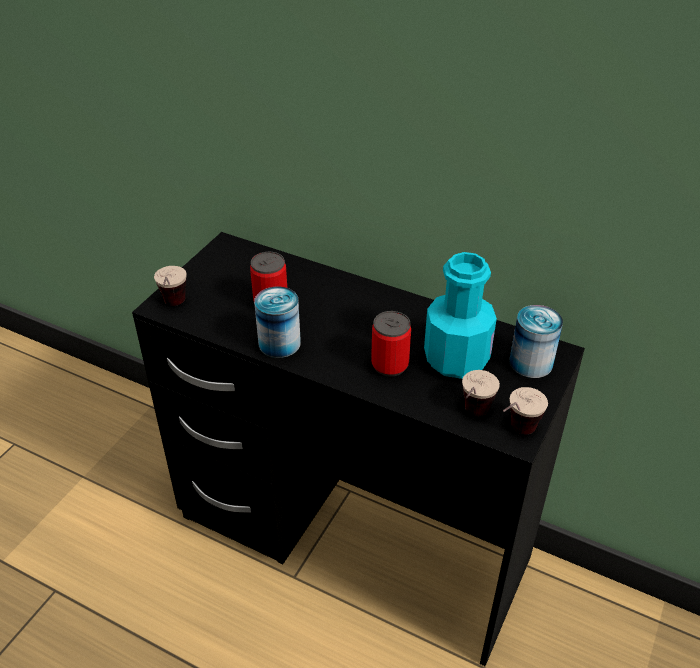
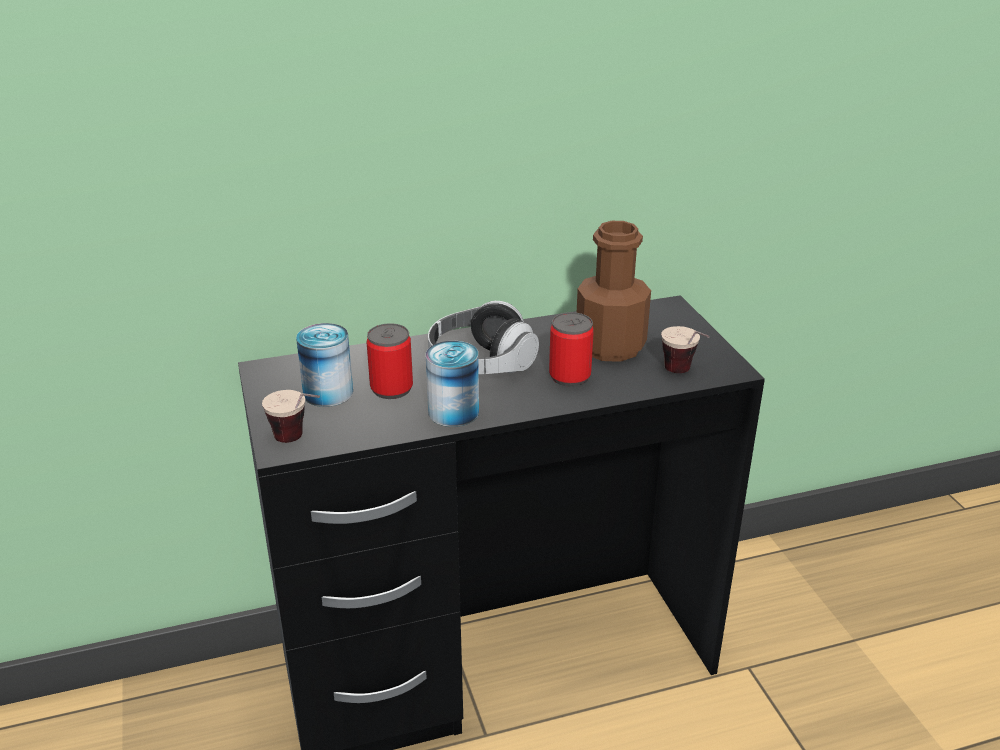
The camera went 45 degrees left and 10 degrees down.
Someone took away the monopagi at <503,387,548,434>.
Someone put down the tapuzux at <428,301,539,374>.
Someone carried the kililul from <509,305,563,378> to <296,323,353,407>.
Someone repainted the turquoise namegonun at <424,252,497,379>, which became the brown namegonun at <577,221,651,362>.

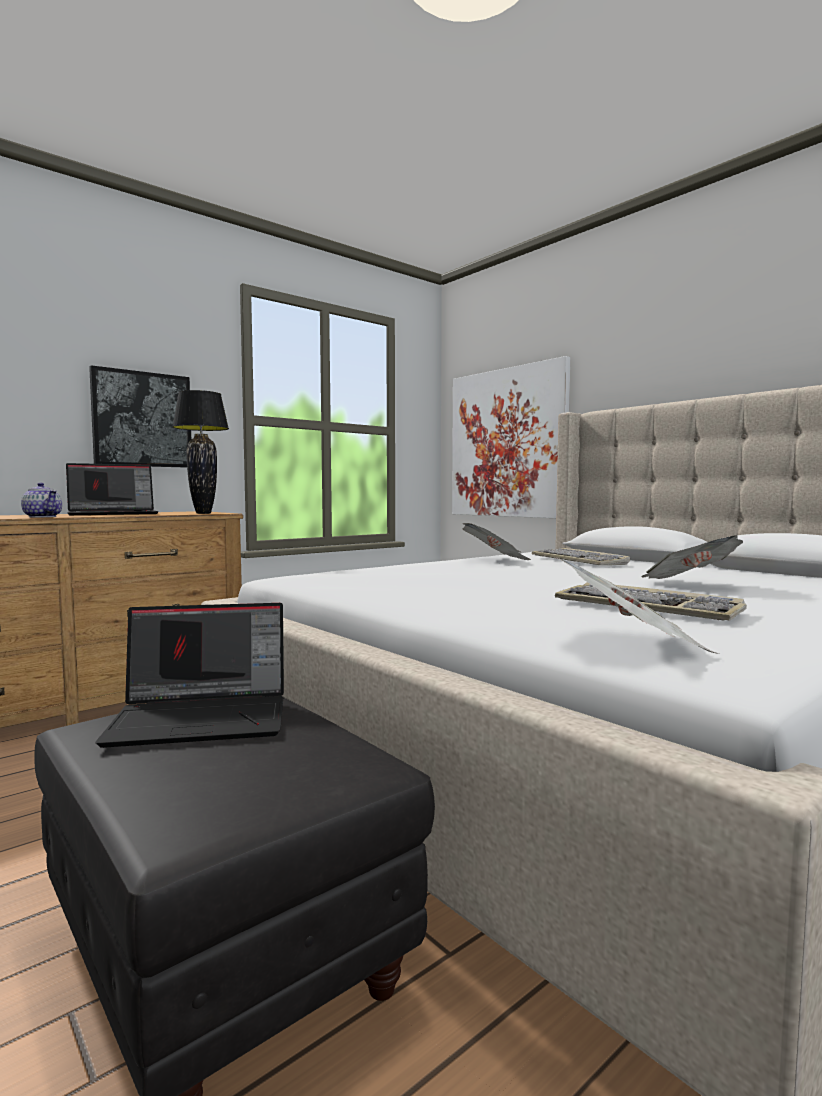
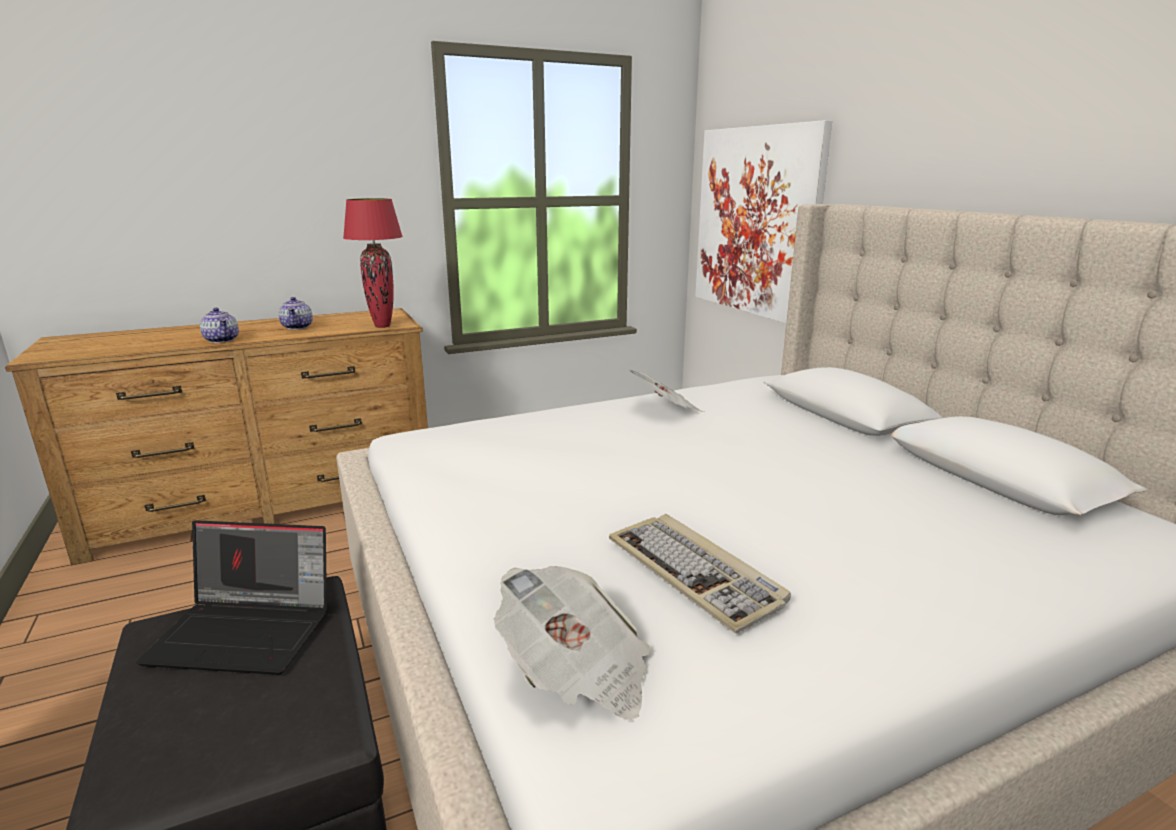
The camera went 15 degrees right and 15 degrees up.
Someone took away the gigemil at <89,365,191,468>.
Someone took away the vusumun at <532,548,630,565>.
Someone took away the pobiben at <641,535,743,579>.
Someone swapped the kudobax at <66,463,158,515> for the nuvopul at <279,297,313,330>.
Someone repainted the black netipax at <172,390,229,514>, which became the red netipax at <343,198,403,328>.

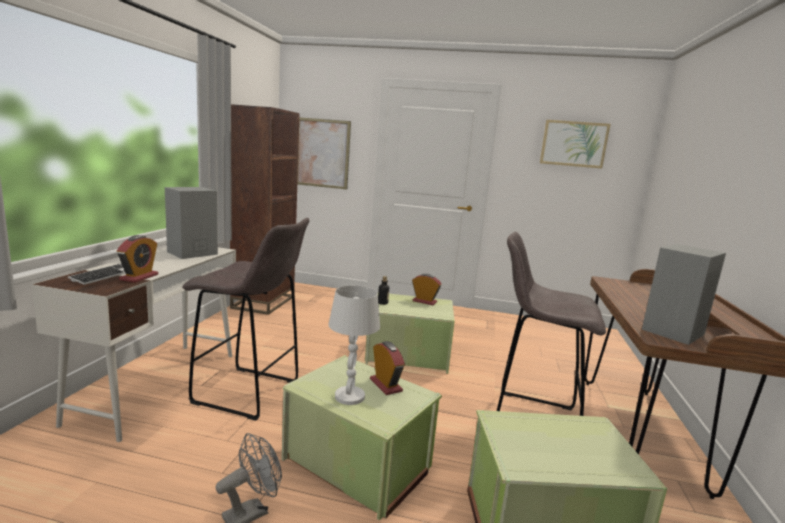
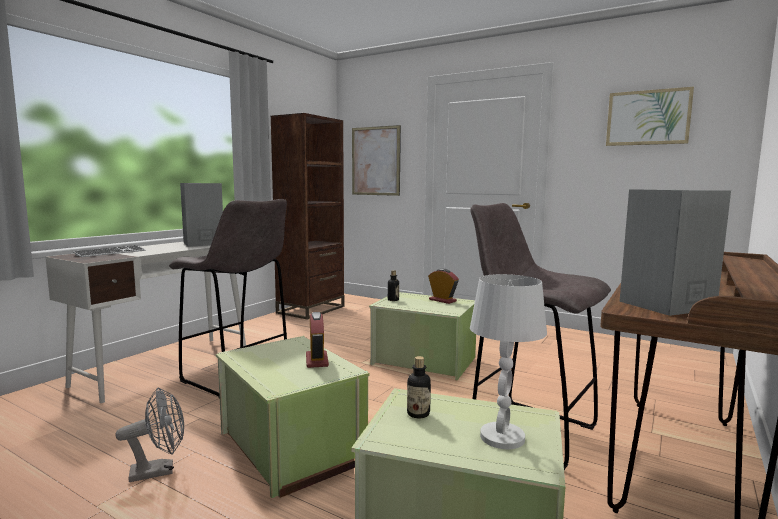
The camera went 20 degrees right and 5 degrees down.
Someone took away the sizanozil at <117,235,158,283>.
Someone put down the namegonun at <407,356,431,418>.
Someone carried the white netipax from <329,286,380,405> to <470,274,547,449>.

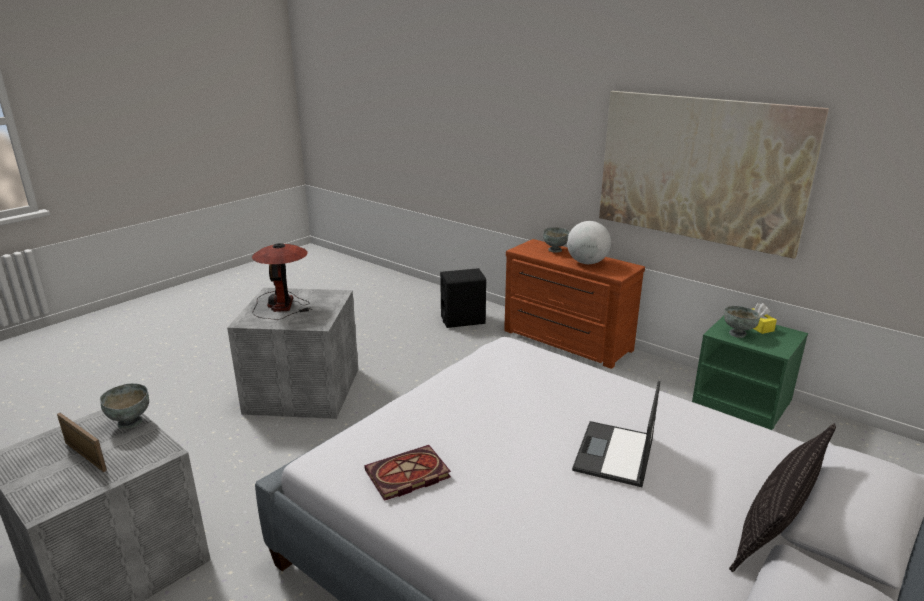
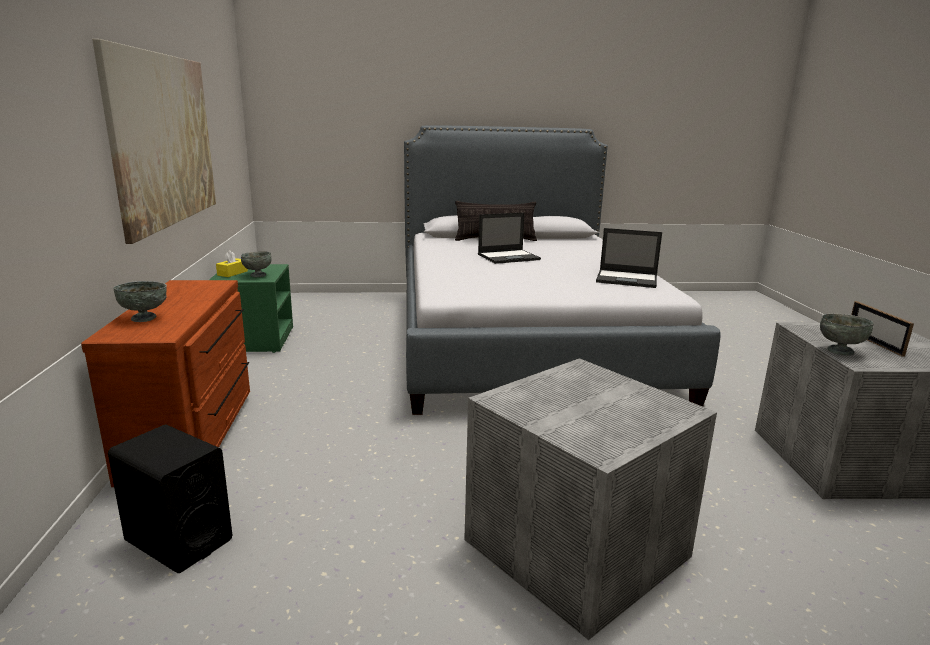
The camera went 135 degrees left and 5 degrees down.
Someone took away the netipax at <252,243,312,320>.
Someone took away the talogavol at <567,221,611,264>.
Someone swapped the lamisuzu at <365,445,451,501> for the kudobax at <596,228,662,288>.

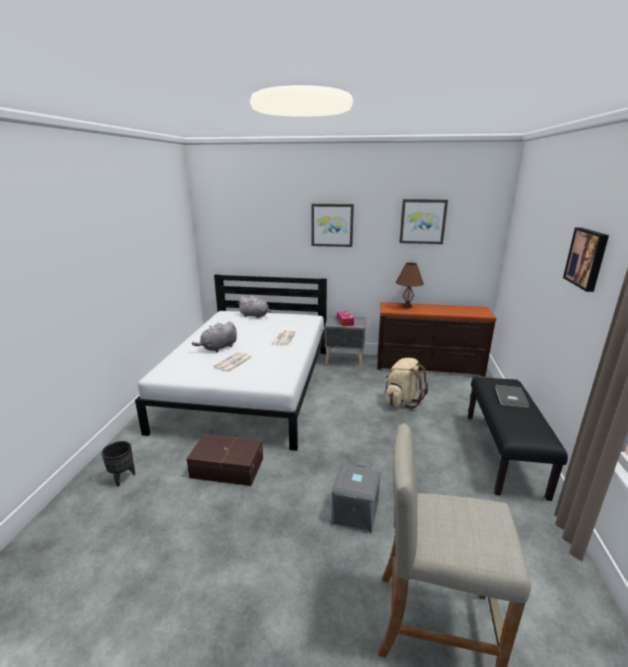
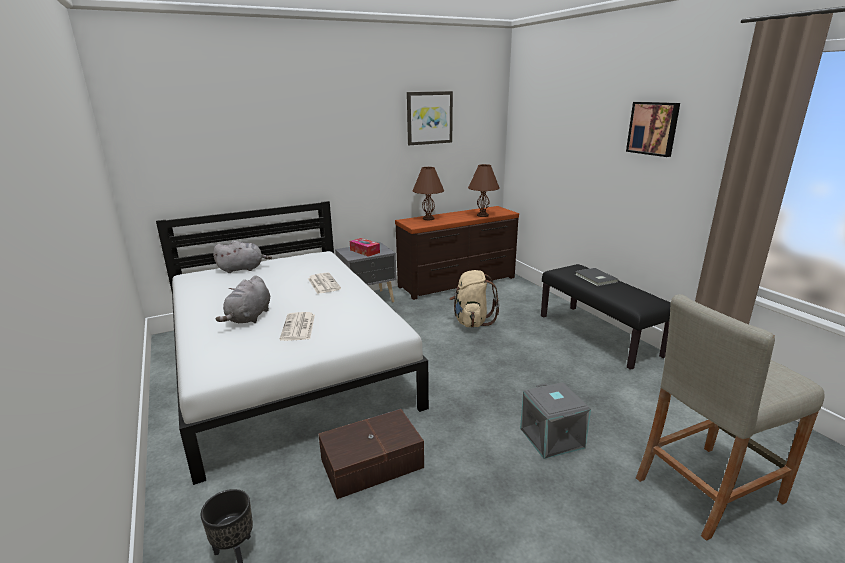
The camera went 35 degrees left and 0 degrees up.
Someone took away the gigemil at <311,204,354,247>.
Someone put down the brown netipax at <468,164,500,217>.

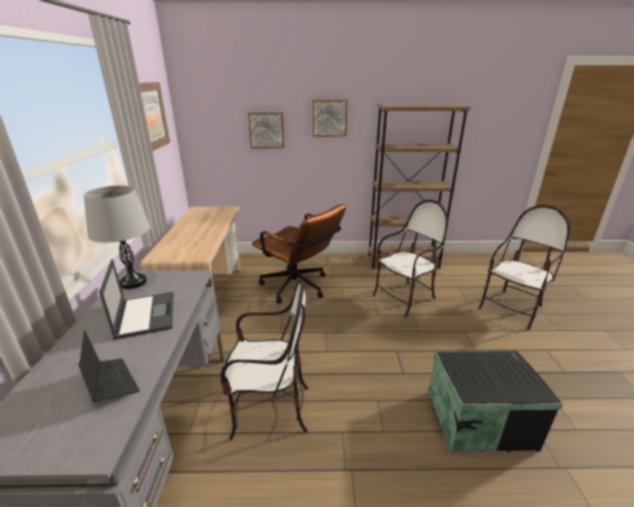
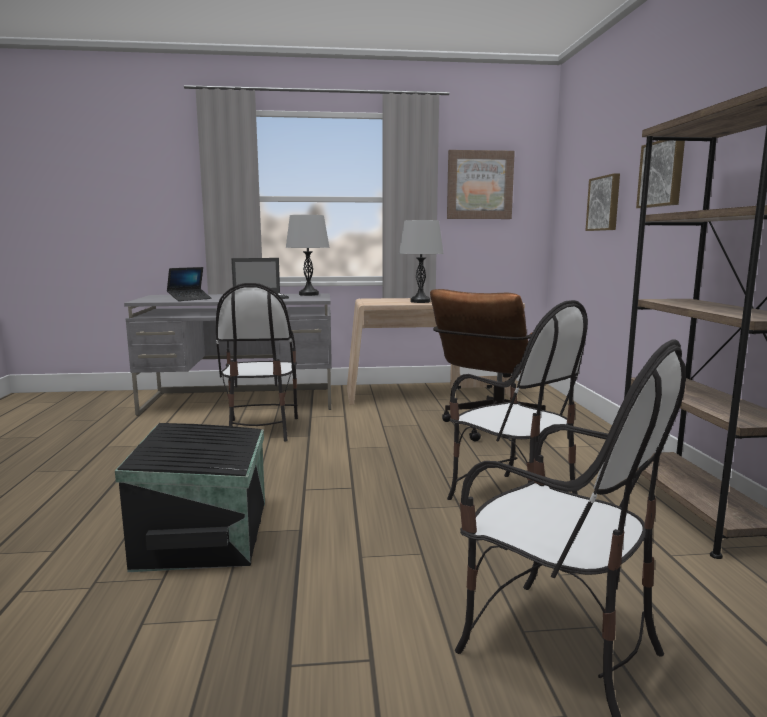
The camera went 85 degrees right and 15 degrees down.
Someone put down the grey netipax at <399,220,444,303>.

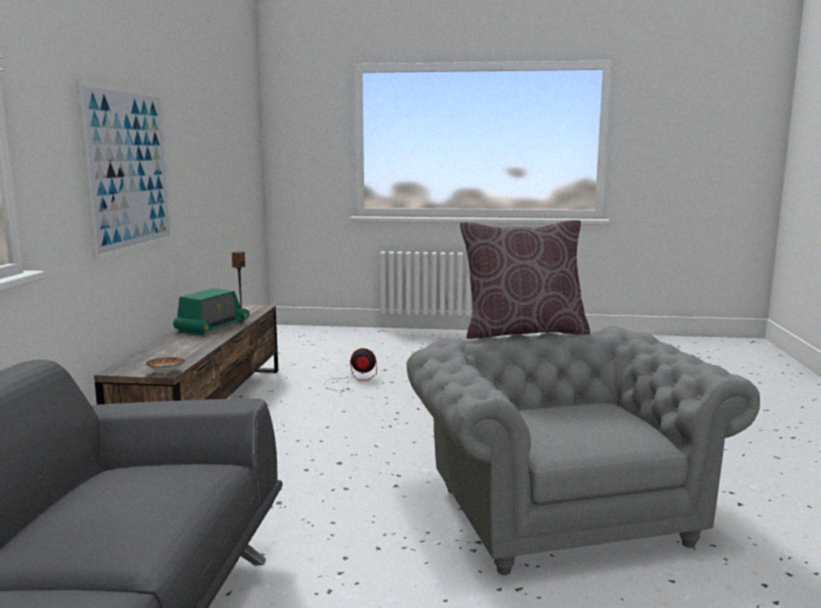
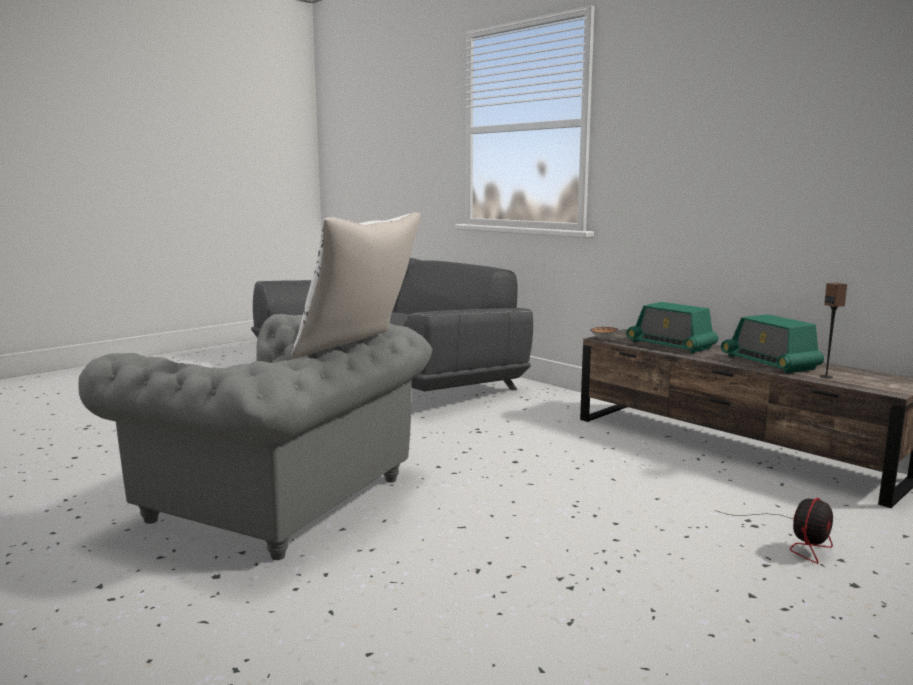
The camera went 130 degrees right and 0 degrees up.
Someone took away the gigemil at <76,79,173,261>.
Someone put down the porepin at <626,302,718,353>.
Someone repainted the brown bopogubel at <460,220,590,339>, which became the white bopogubel at <291,212,421,359>.

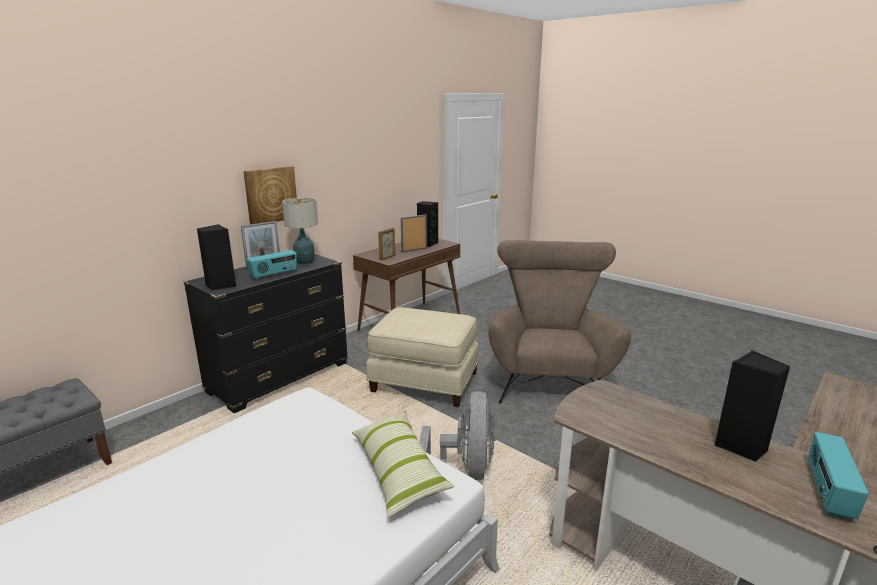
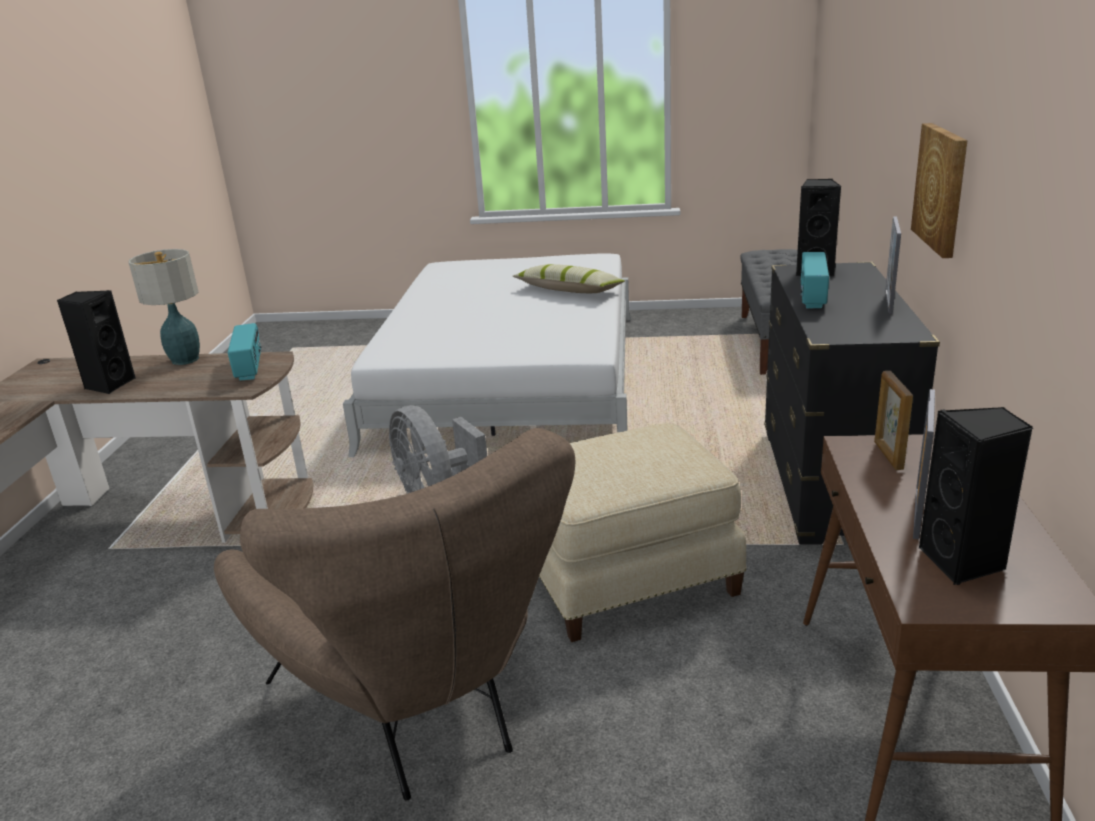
The camera went 145 degrees right and 5 degrees up.
Someone carried the netipax from <282,198,318,265> to <129,249,200,365>.
Someone carried the bopogubel from <352,411,455,518> to <513,264,625,293>.
Someone carried the porepin from <808,432,869,519> to <228,323,262,380>.

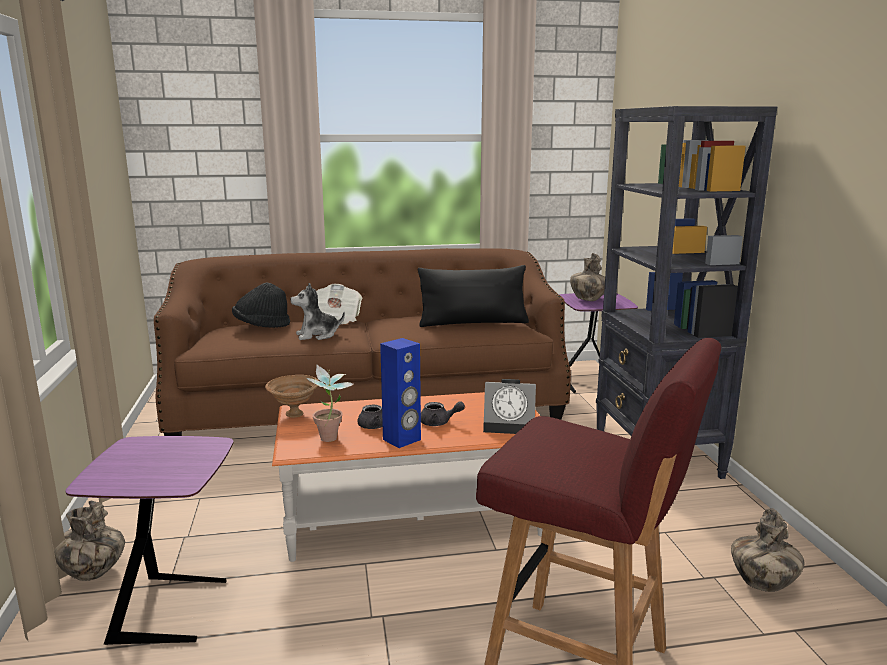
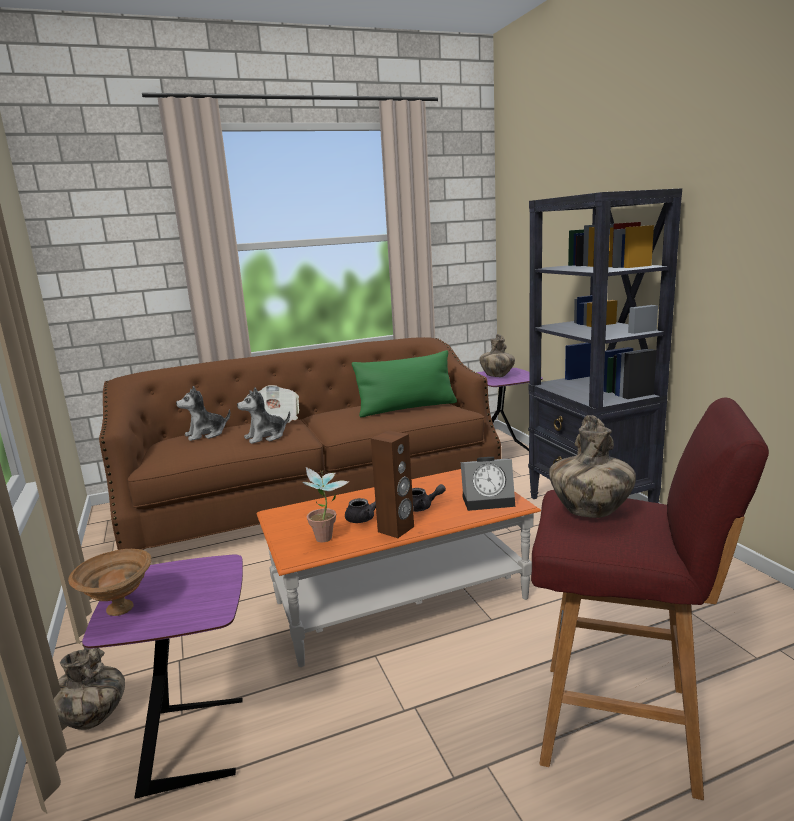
The camera went 10 degrees left and 0 degrees up.
Someone carried the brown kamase from <265,375,319,418> to <68,549,152,616>.
Someone carried the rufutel from <731,508,804,592> to <549,415,636,518>.
Someone swapped the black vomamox at <232,283,290,328> for the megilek at <176,386,230,441>.
Someone repainted the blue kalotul at <380,338,421,448>, which became the brown kalotul at <371,431,414,538>.
Someone repainted the black bopogubel at <418,265,529,327>, which became the green bopogubel at <352,350,457,417>.

